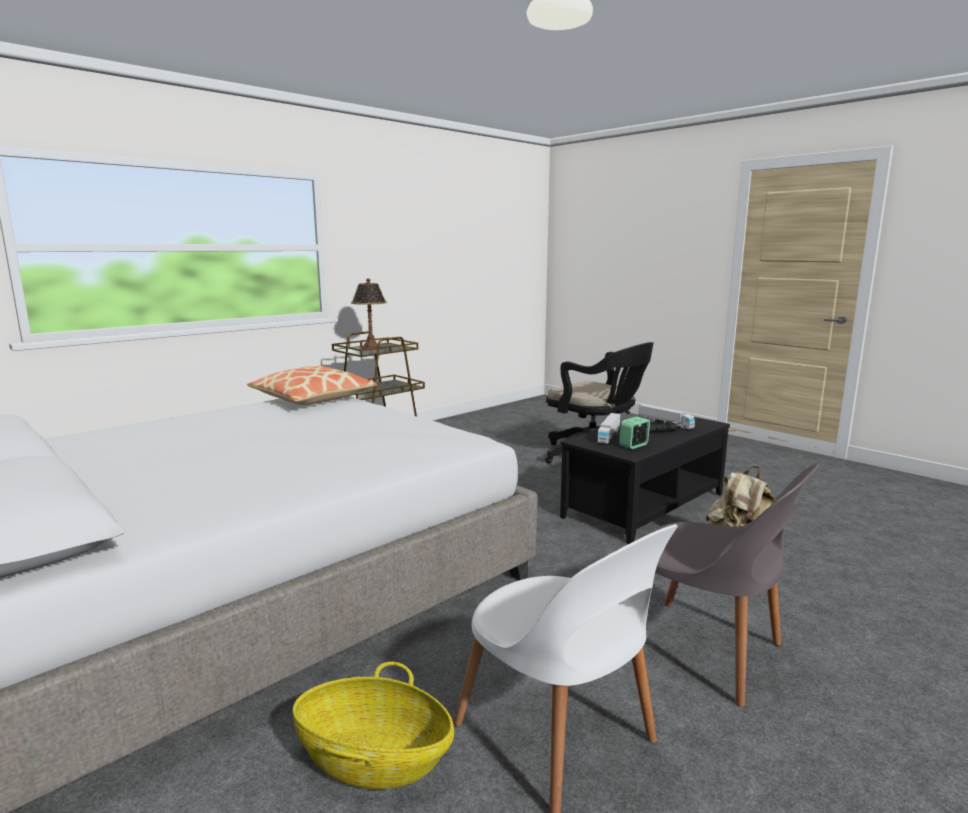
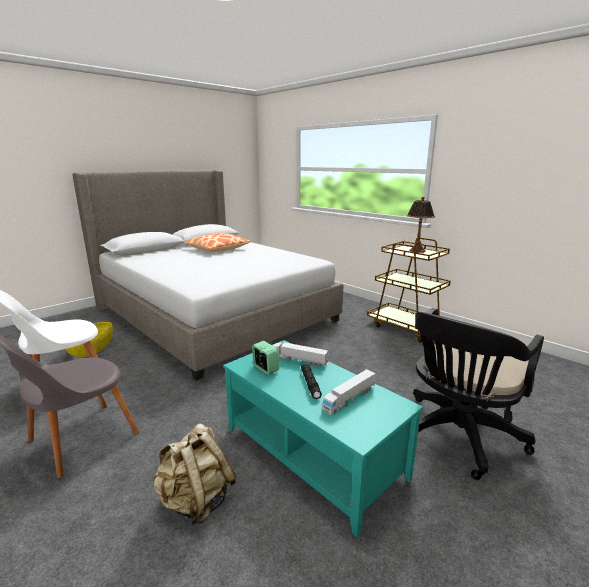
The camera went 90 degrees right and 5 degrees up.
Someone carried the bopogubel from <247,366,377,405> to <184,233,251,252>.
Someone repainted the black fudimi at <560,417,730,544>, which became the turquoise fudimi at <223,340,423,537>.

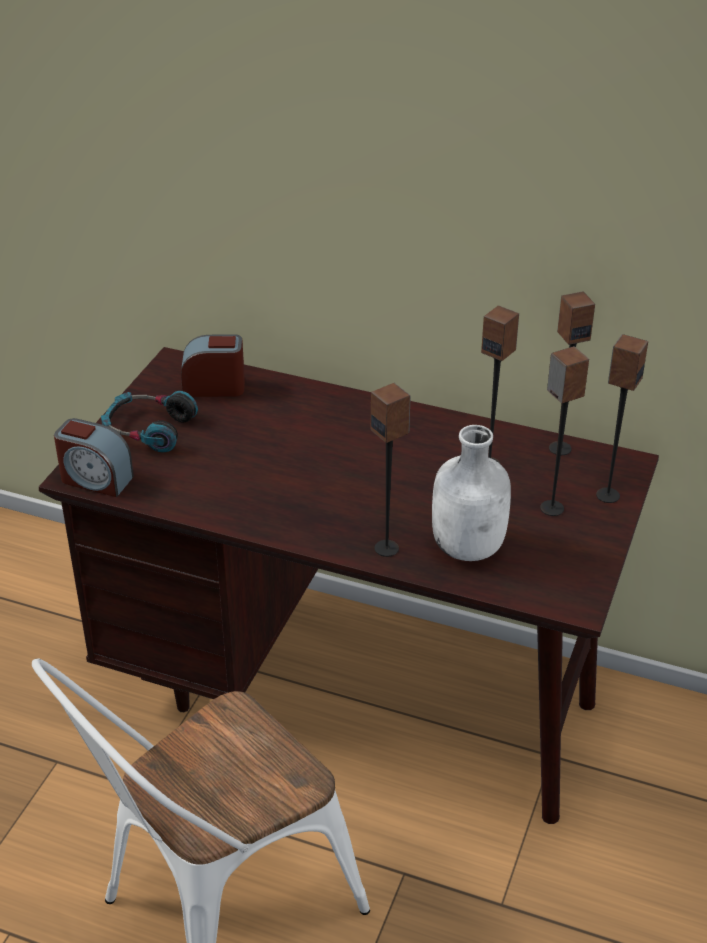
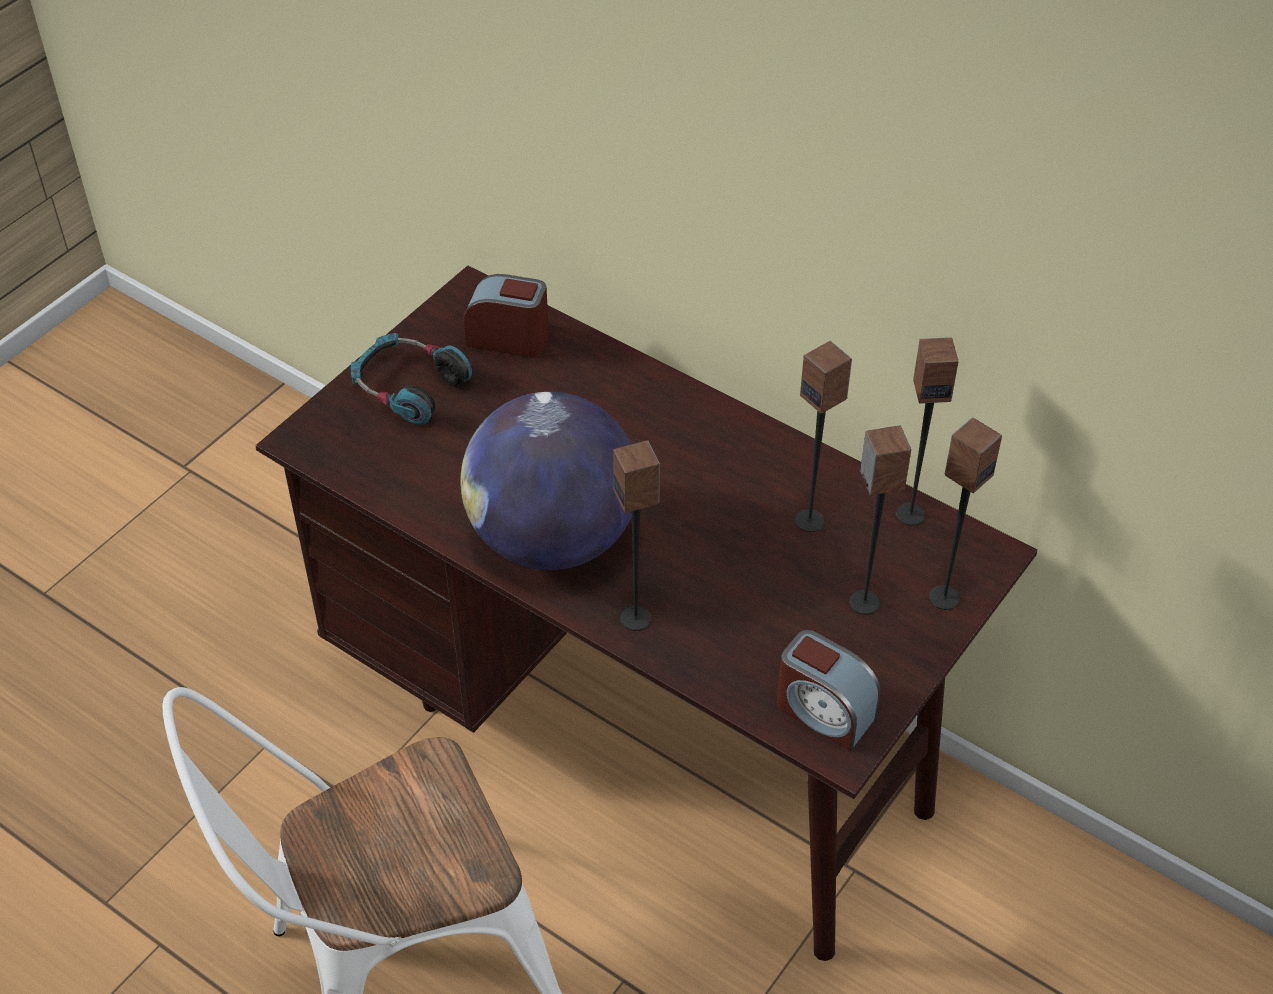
The camera went 15 degrees right and 10 degrees up.
Someone took away the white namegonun at <432,425,511,561>.
Someone put down the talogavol at <460,392,632,570>.
Someone carried the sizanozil from <54,418,134,497> to <777,630,880,751>.

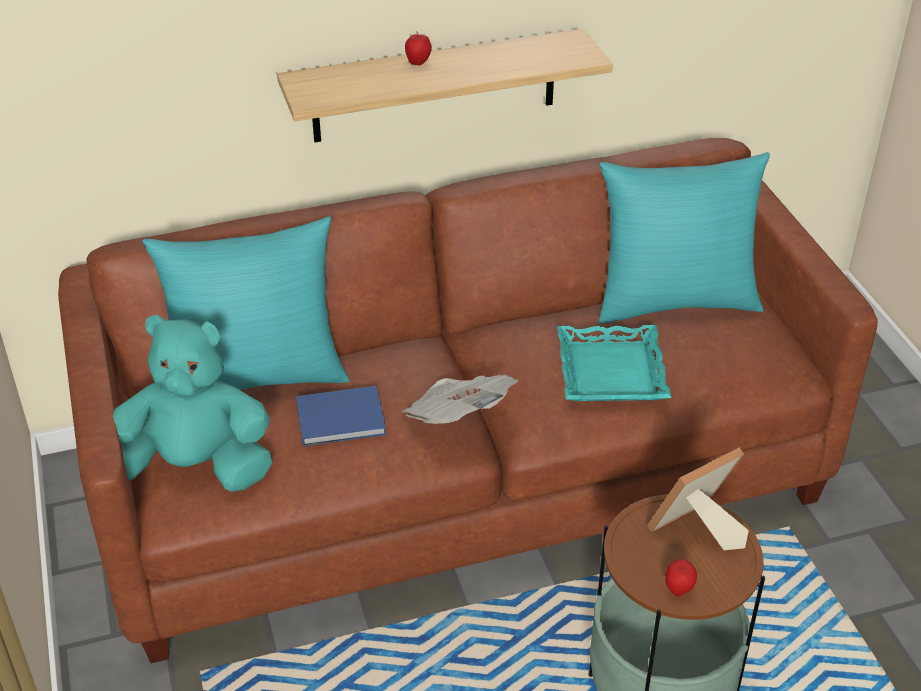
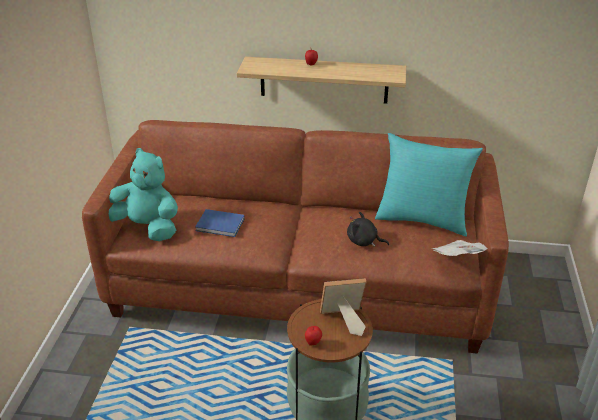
The camera went 25 degrees right and 5 degrees down.
Someone took away the turquoise bopogubel at <142,216,350,390>.
Someone carried the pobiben from <401,374,518,424> to <432,240,487,256>.
Someone swapped the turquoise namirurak at <557,325,671,401> for the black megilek at <347,211,389,247>.

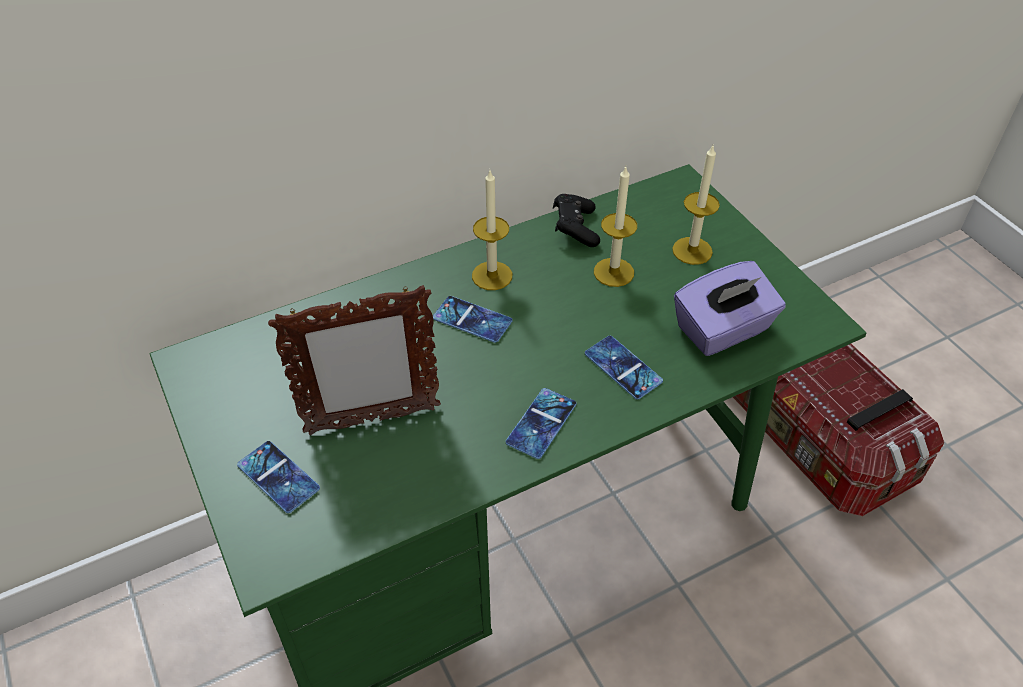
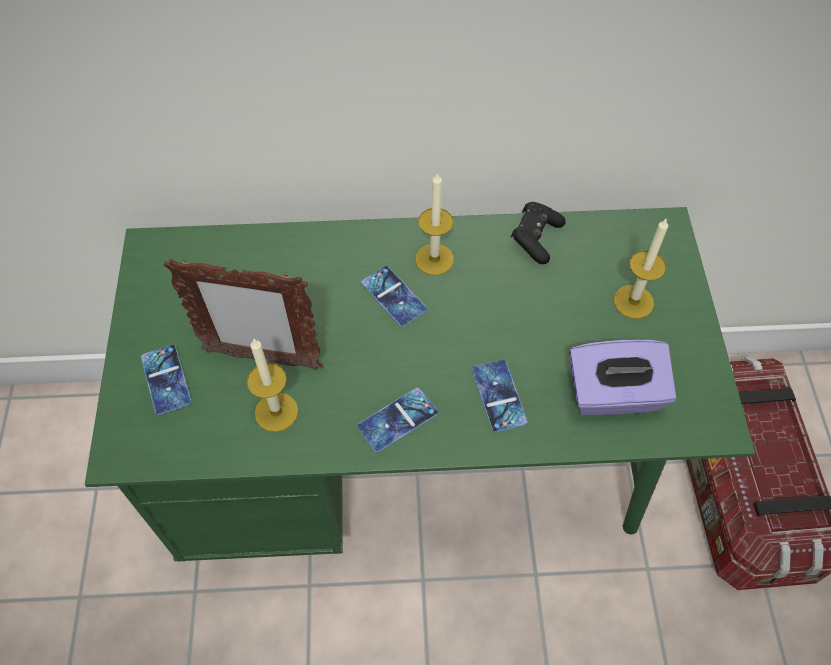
The camera went 25 degrees right and 10 degrees up.
Someone carried the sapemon from <594,167,637,287> to <247,338,298,432>.

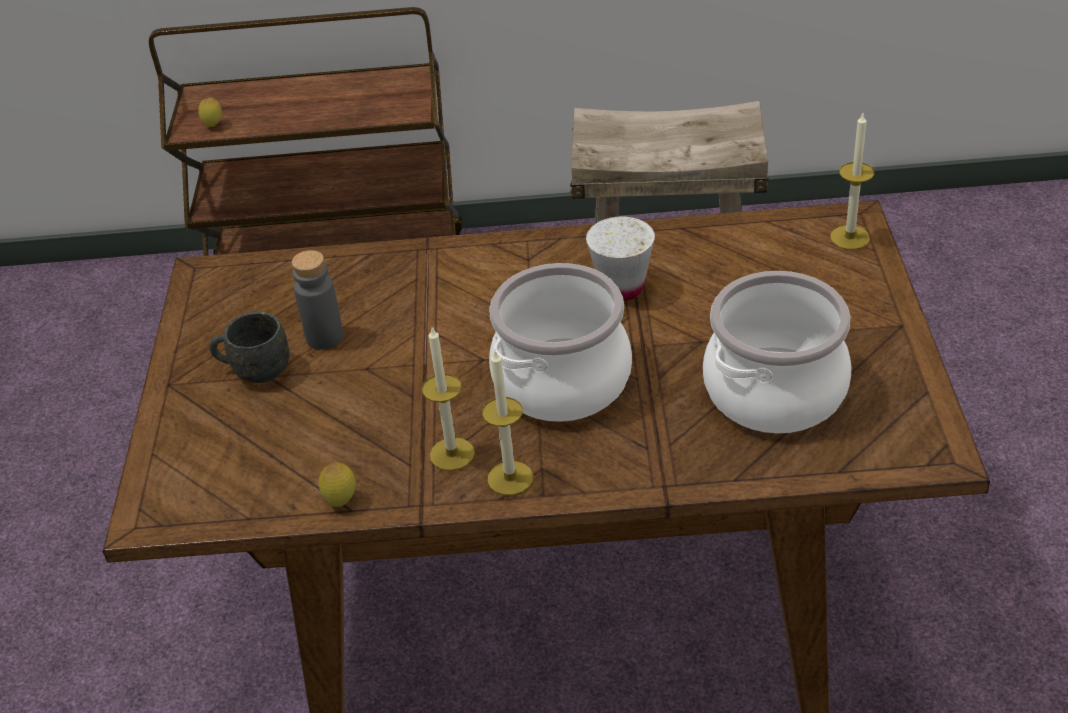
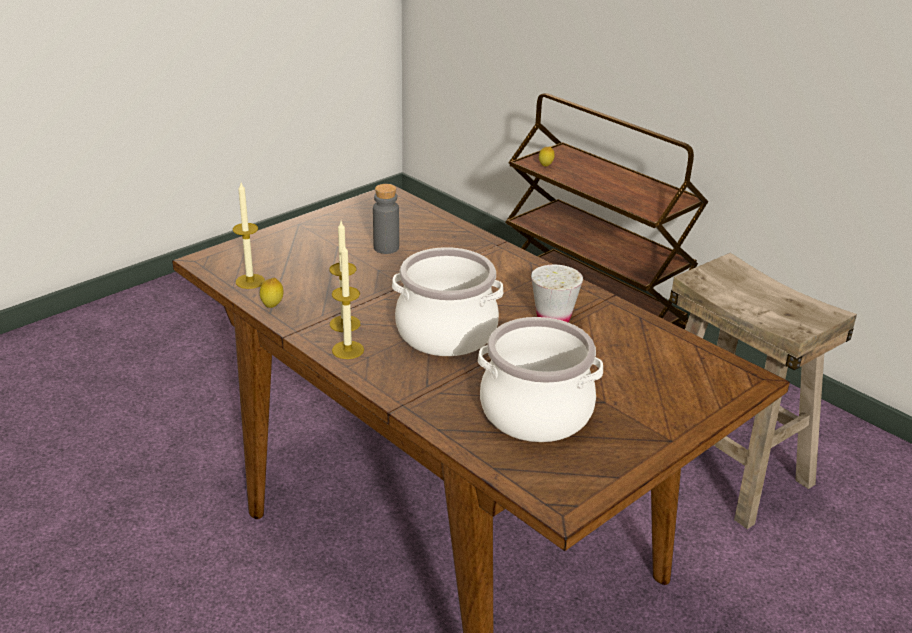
The camera went 45 degrees right and 10 degrees down.
Someone took away the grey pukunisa at <209,312,290,383>.
Someone carried the sapemon from <830,113,874,250> to <233,183,265,289>.

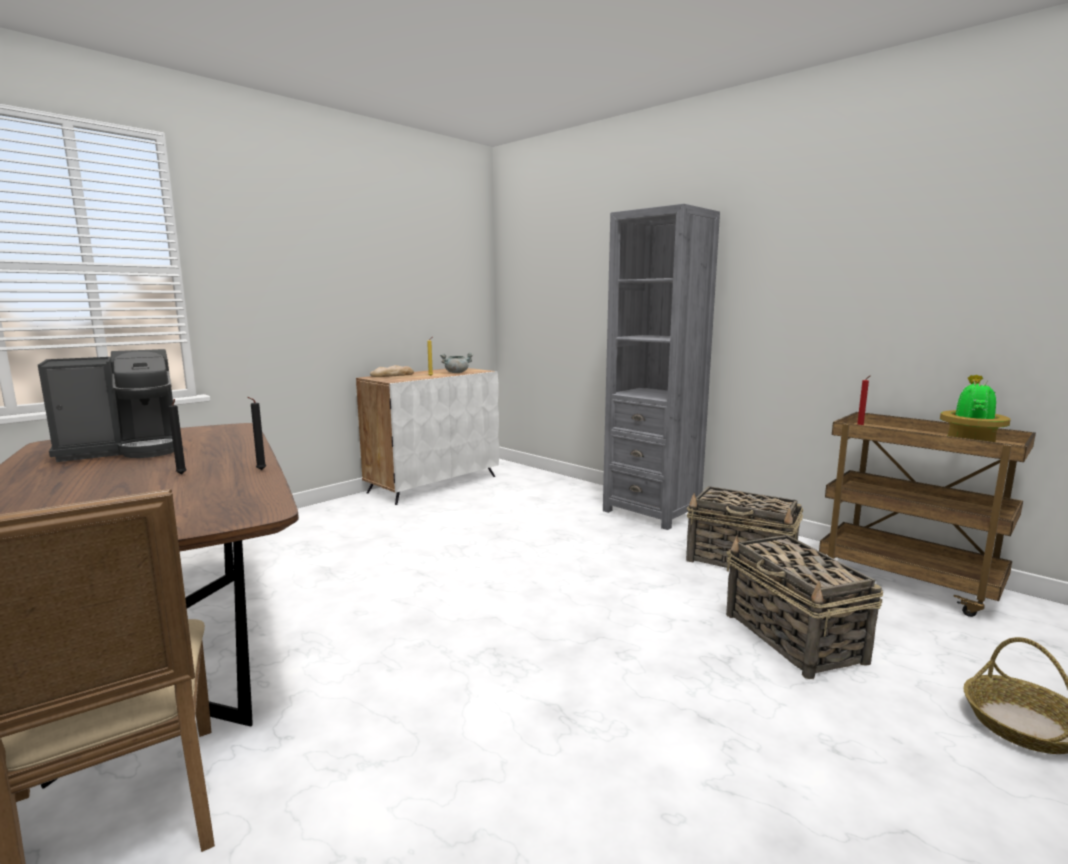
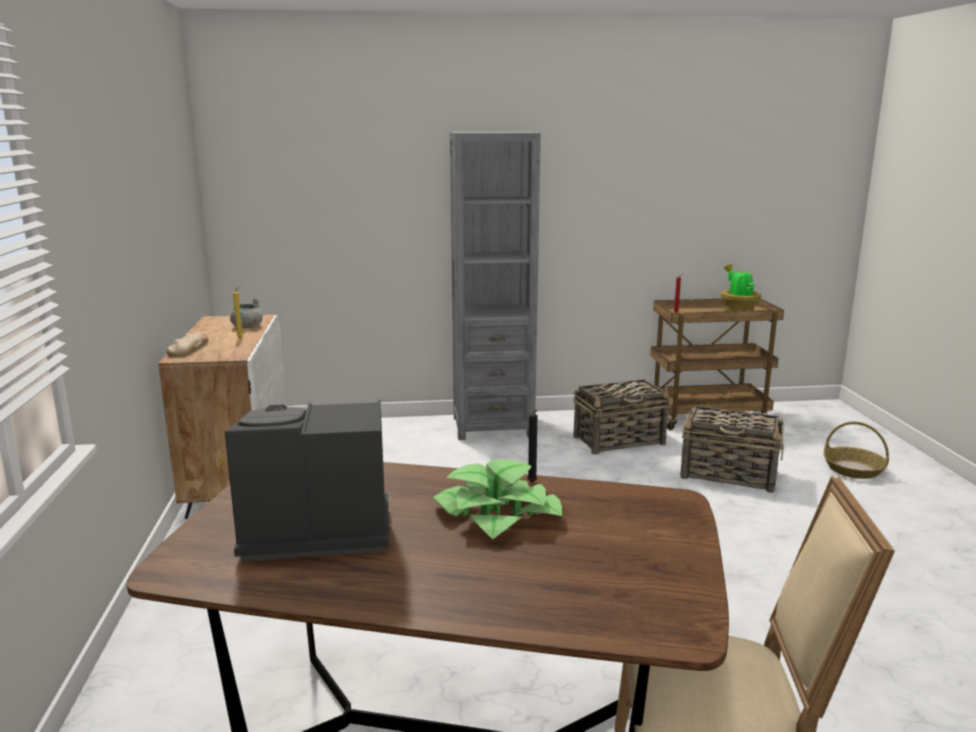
The camera went 50 degrees left and 5 degrees up.
Someone swapped the black sapemon at <168,399,187,474> for the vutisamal at <433,459,562,539>.
Someone rotated the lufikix at <38,349,174,462> by 105 degrees counterclockwise.

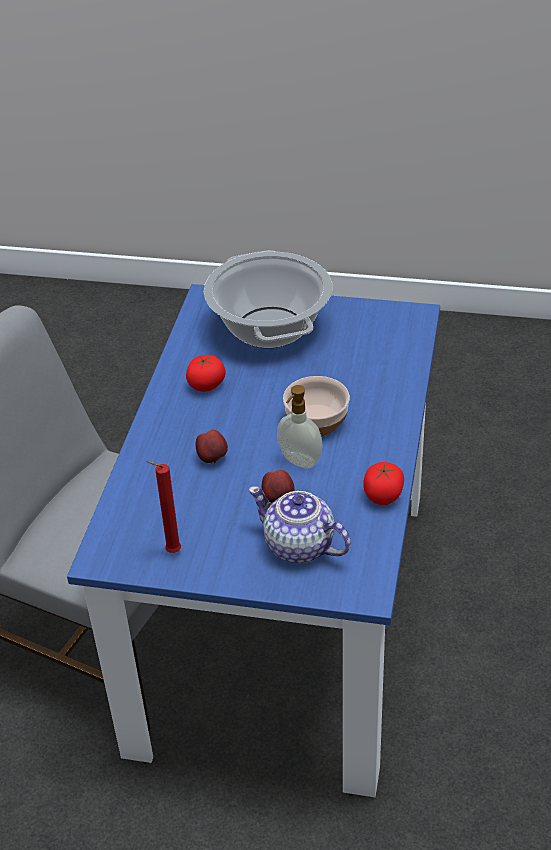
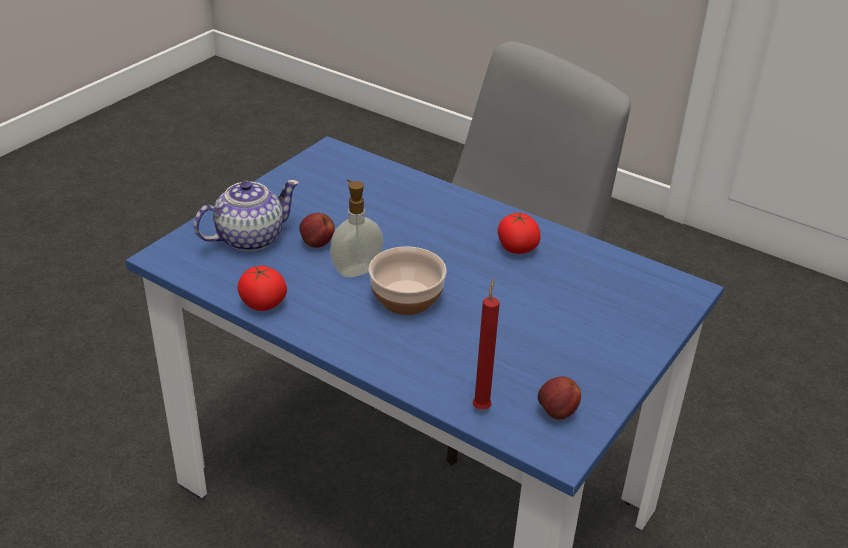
The camera went 110 degrees right and 5 degrees down.
Someone took away the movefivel at <204,250,332,348>.
Someone carried the red sapemon from <147,461,181,553> to <473,278,500,410>.
Someone carried the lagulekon from <196,430,228,463> to <538,376,581,420>.

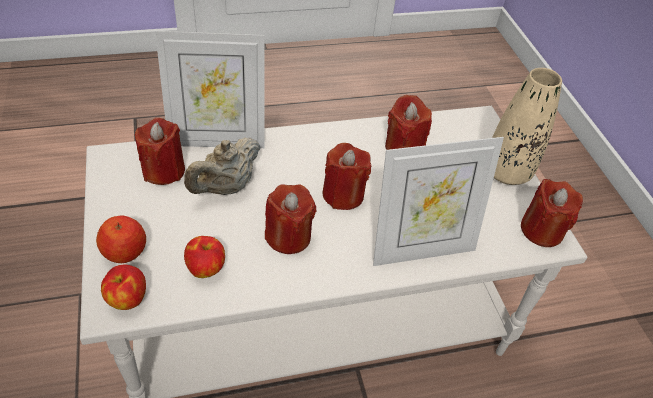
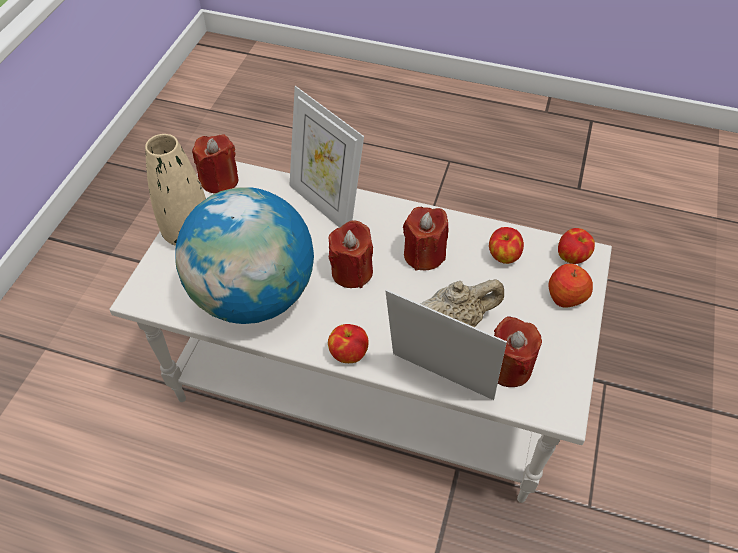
The camera went 145 degrees left and 5 degrees up.
Someone put down the lagulekon at <328,324,369,363>.
Someone swapped the red sapemon at <385,95,432,150> for the talogavol at <175,187,314,324>.
Someone rotated the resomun at <373,137,504,266> by 150 degrees counterclockwise.

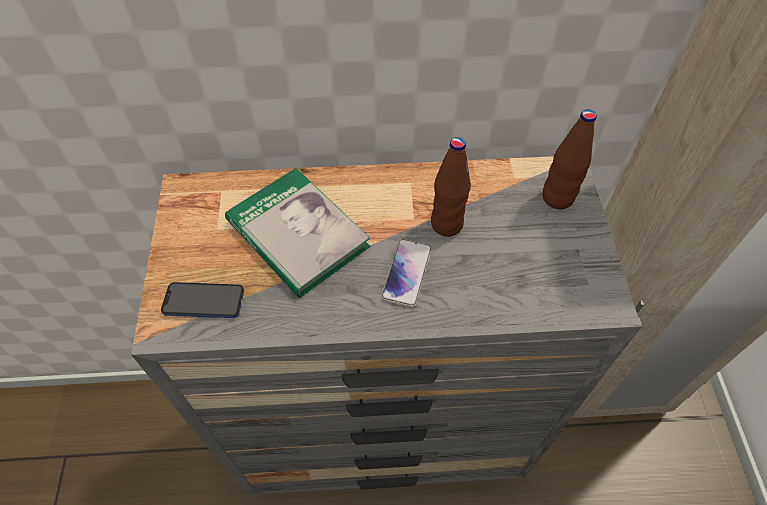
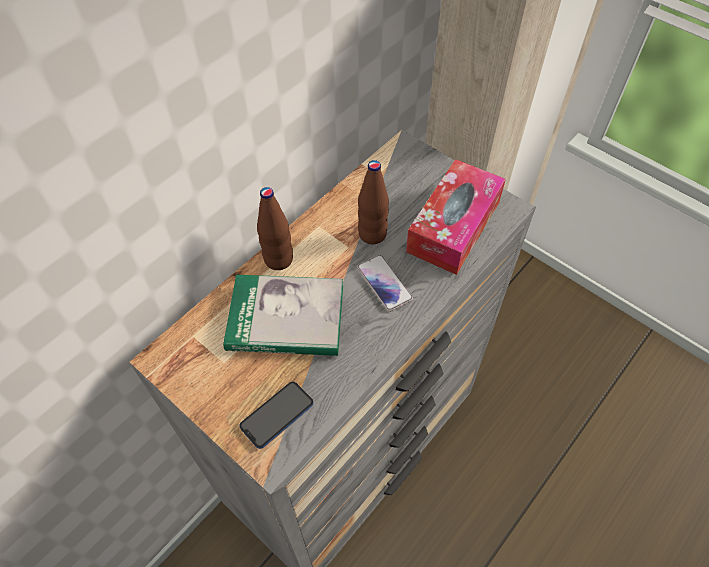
The camera went 45 degrees left and 0 degrees up.
Someone put down the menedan at <406,159,506,275>.
Someone carried the brown namegonun from <543,109,597,209> to <257,187,293,270>.

